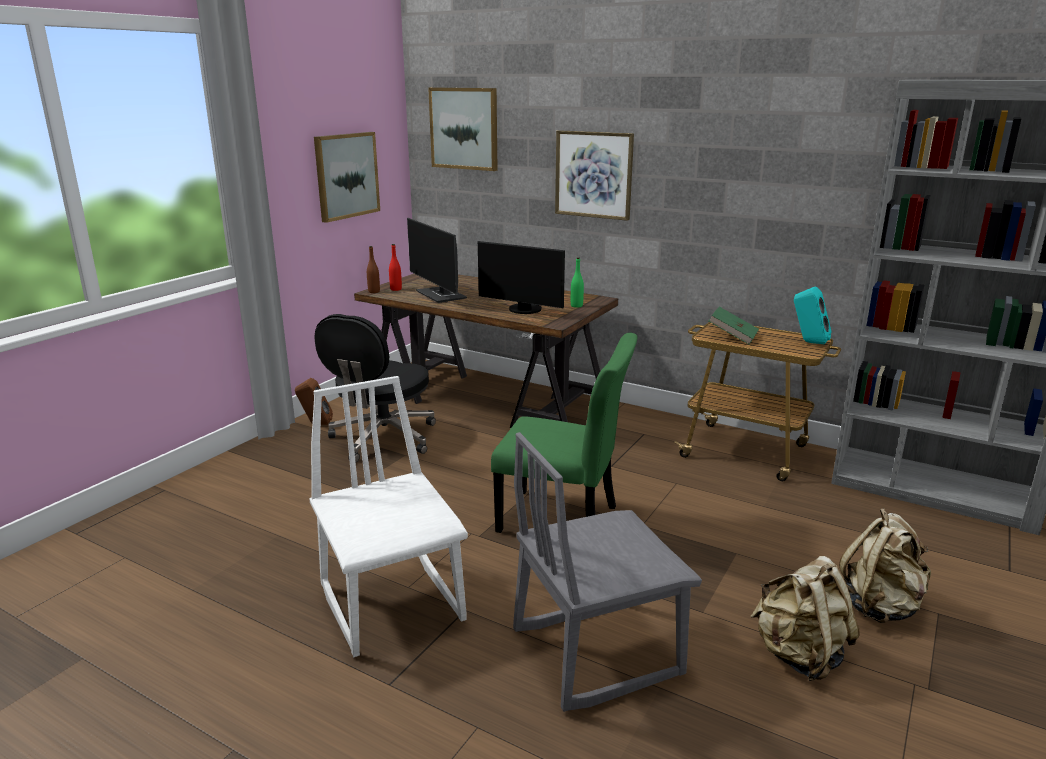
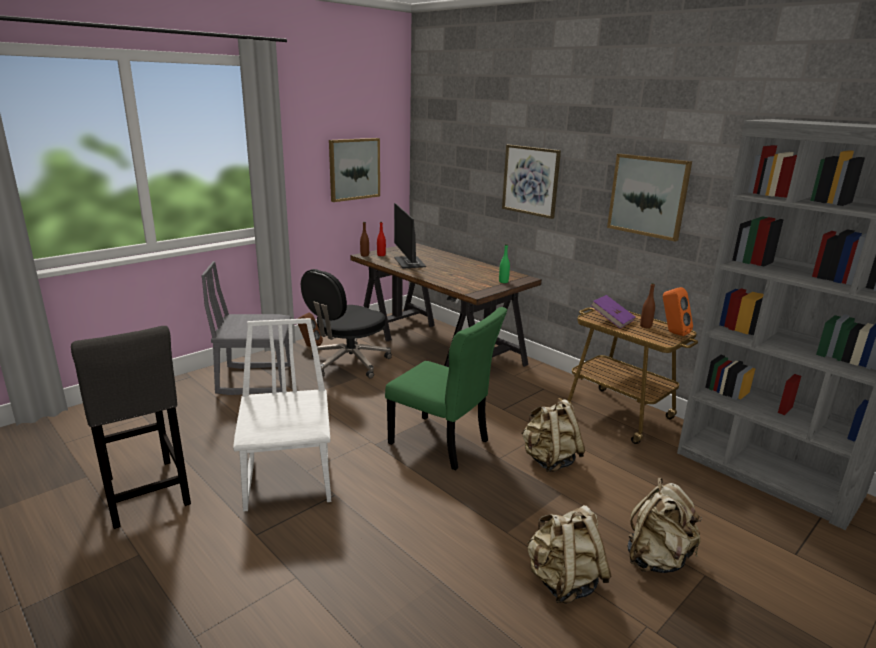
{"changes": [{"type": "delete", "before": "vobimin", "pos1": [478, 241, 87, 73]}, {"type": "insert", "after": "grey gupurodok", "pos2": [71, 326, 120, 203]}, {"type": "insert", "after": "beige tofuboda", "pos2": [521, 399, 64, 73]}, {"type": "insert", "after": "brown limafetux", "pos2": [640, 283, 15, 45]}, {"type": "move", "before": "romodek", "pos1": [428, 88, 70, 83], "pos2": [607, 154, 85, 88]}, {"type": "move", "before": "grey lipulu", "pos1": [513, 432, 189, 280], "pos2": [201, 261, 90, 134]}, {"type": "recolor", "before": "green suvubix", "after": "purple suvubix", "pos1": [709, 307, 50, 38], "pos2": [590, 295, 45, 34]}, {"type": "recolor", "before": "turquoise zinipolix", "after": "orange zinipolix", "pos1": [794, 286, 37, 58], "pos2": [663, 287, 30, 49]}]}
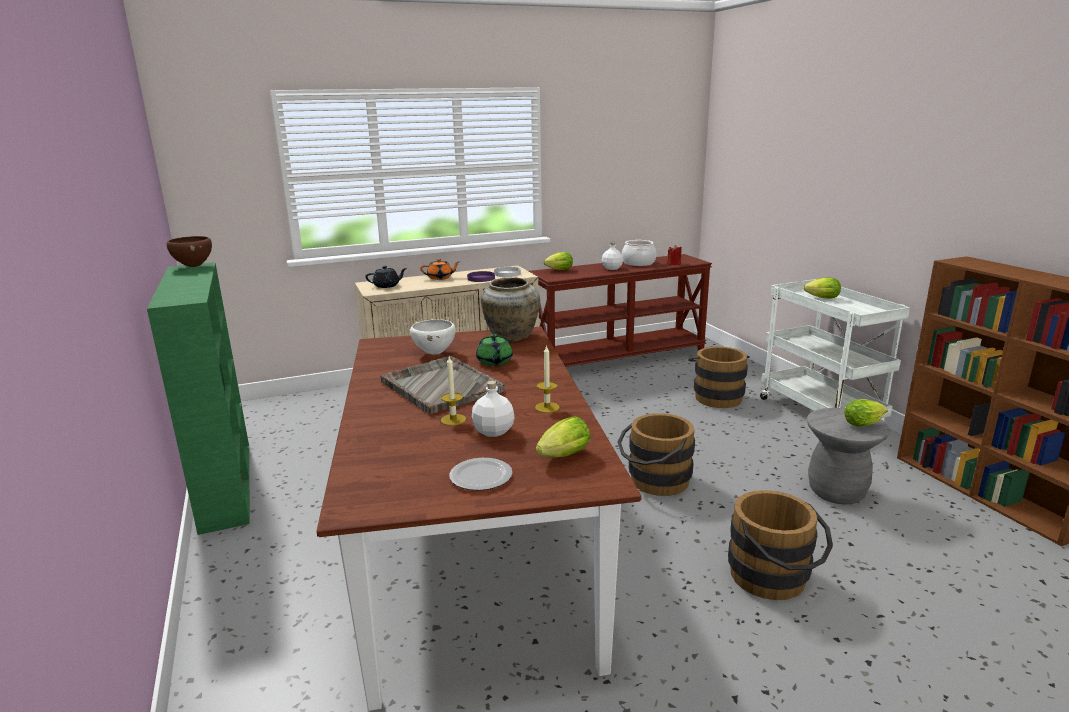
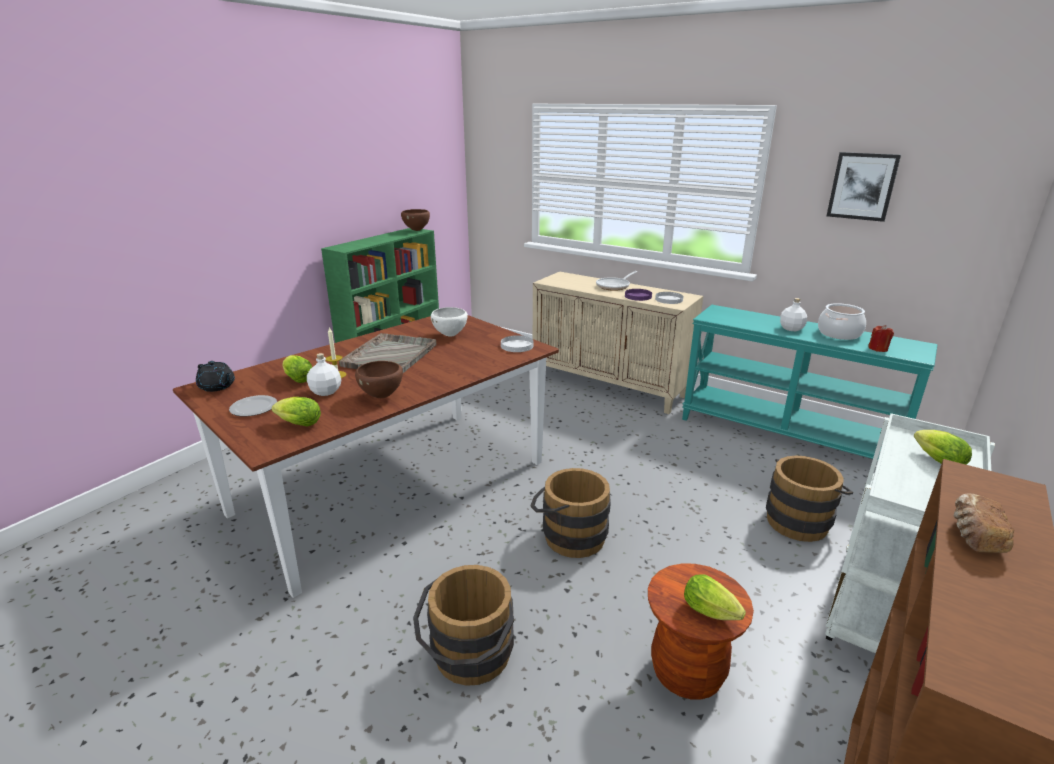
{"changes": [{"type": "delete", "before": "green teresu", "pos1": [476, 334, 37, 32]}, {"type": "insert", "after": "romodek", "pos2": [827, 152, 74, 70]}, {"type": "insert", "after": "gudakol", "pos2": [954, 494, 60, 59]}, {"type": "move", "before": "black teresu", "pos1": [366, 266, 41, 22], "pos2": [196, 361, 39, 31]}, {"type": "move", "before": "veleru", "pos1": [544, 252, 29, 18], "pos2": [282, 355, 30, 28]}, {"type": "replace", "before": "orange teresu", "after": "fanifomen", "pos1": [420, 259, 39, 21], "pos2": [596, 271, 41, 20]}, {"type": "replace", "before": "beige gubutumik", "after": "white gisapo", "pos1": [481, 277, 59, 65], "pos2": [501, 335, 33, 17]}, {"type": "replace", "before": "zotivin", "after": "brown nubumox", "pos1": [535, 345, 25, 68], "pos2": [355, 361, 48, 37]}, {"type": "recolor", "before": "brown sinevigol", "after": "turquoise sinevigol", "pos1": [529, 254, 183, 113], "pos2": [682, 305, 256, 155]}, {"type": "recolor", "before": "grey gupurodok", "after": "brown gupurodok", "pos1": [807, 408, 83, 96], "pos2": [648, 563, 106, 137]}]}
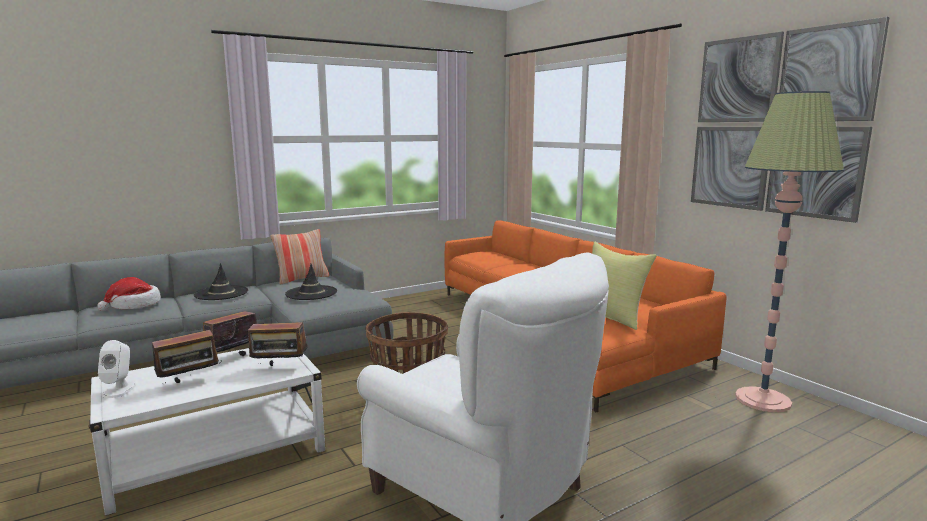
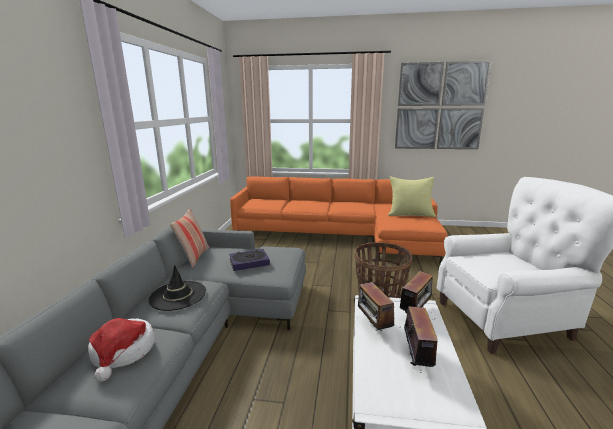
{"changes": [{"type": "delete", "before": "white zinipolix", "pos1": [98, 340, 38, 58]}, {"type": "delete", "before": "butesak", "pos1": [735, 91, 109, 321]}, {"type": "replace", "before": "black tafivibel", "after": "suvubix", "pos1": [285, 264, 52, 36], "pos2": [229, 249, 41, 22]}]}
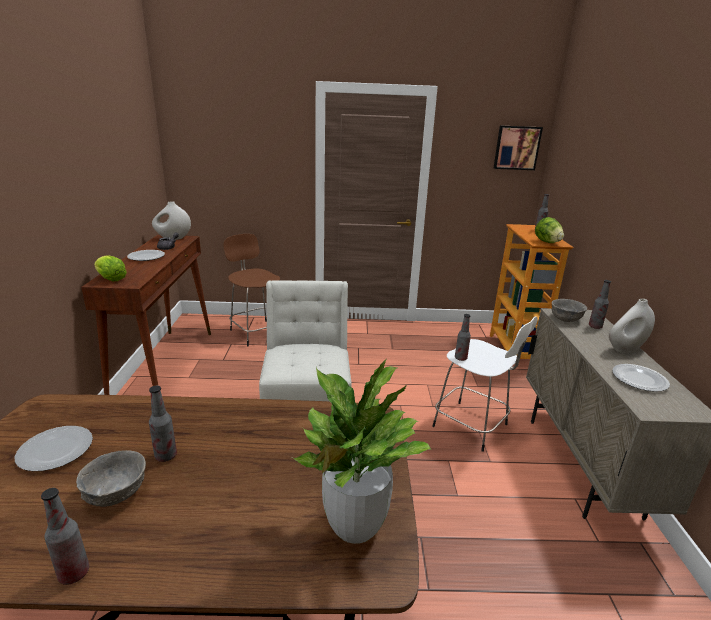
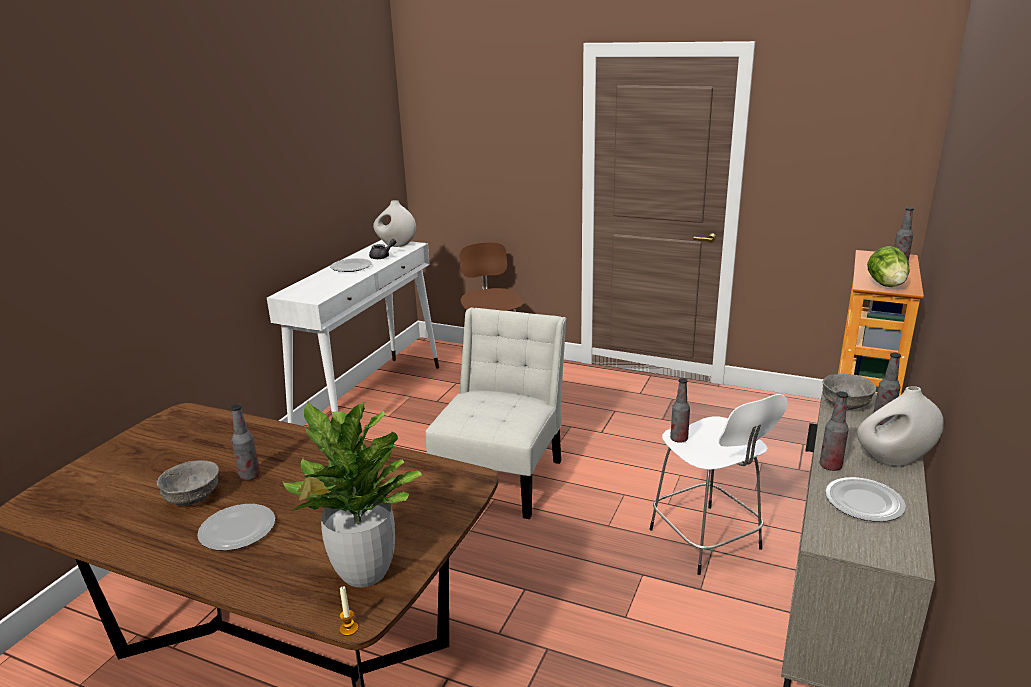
{"changes": [{"type": "delete", "before": "veleru", "pos1": [94, 255, 33, 26]}, {"type": "delete", "before": "romodek", "pos1": [494, 126, 49, 44]}, {"type": "insert", "after": "zotivin", "pos2": [339, 586, 19, 50]}, {"type": "move", "before": "gisapo", "pos1": [15, 426, 78, 45], "pos2": [197, 504, 78, 47]}, {"type": "move", "before": "limafetux", "pos1": [41, 488, 48, 97], "pos2": [820, 391, 29, 80]}, {"type": "recolor", "before": "brown sinevigol", "after": "white sinevigol", "pos1": [81, 235, 130, 160], "pos2": [267, 240, 172, 184]}]}
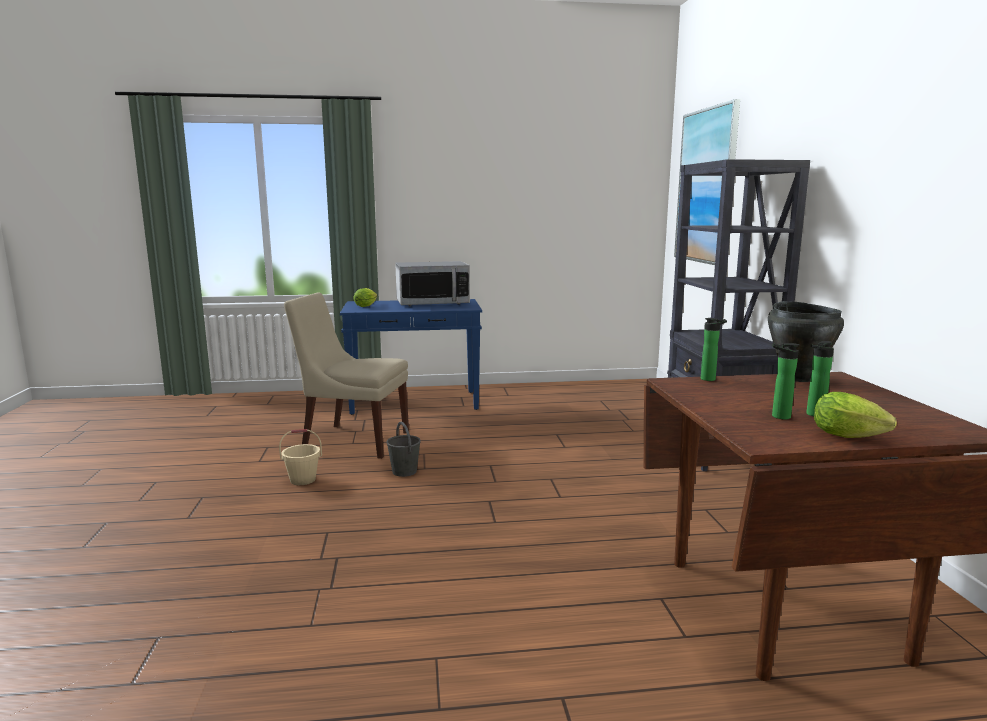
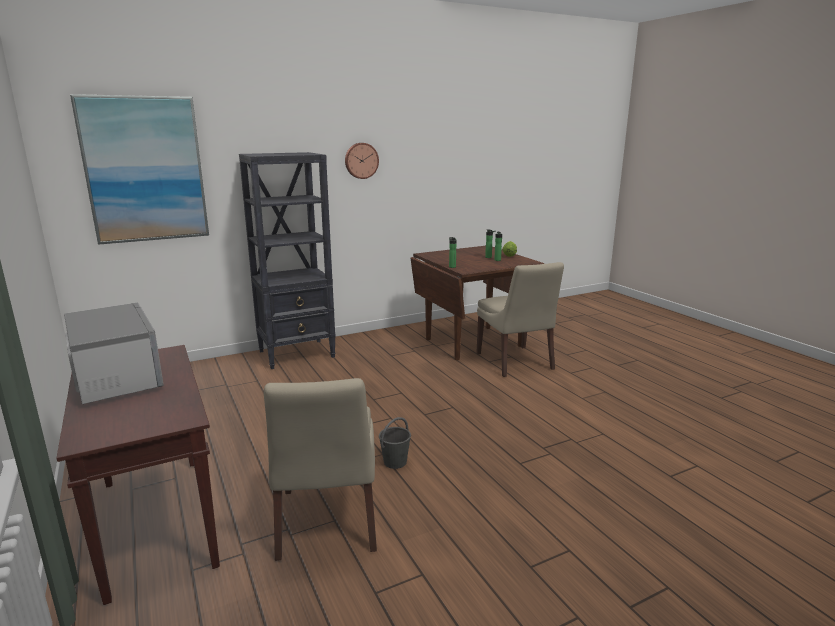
{"changes": [{"type": "delete", "before": "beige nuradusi", "pos1": [279, 429, 43, 56]}, {"type": "delete", "before": "veleru", "pos1": [353, 288, 24, 19]}, {"type": "delete", "before": "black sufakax", "pos1": [768, 301, 76, 81]}, {"type": "insert", "after": "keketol", "pos2": [345, 143, 34, 36]}, {"type": "insert", "after": "beige lipulu", "pos2": [476, 262, 88, 115]}, {"type": "recolor", "before": "blue sinevigol", "after": "brown sinevigol", "pos1": [340, 299, 142, 116], "pos2": [57, 345, 163, 260]}]}
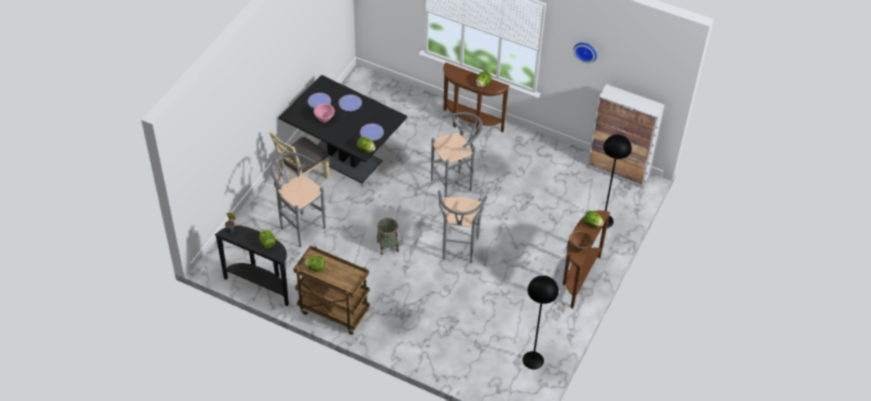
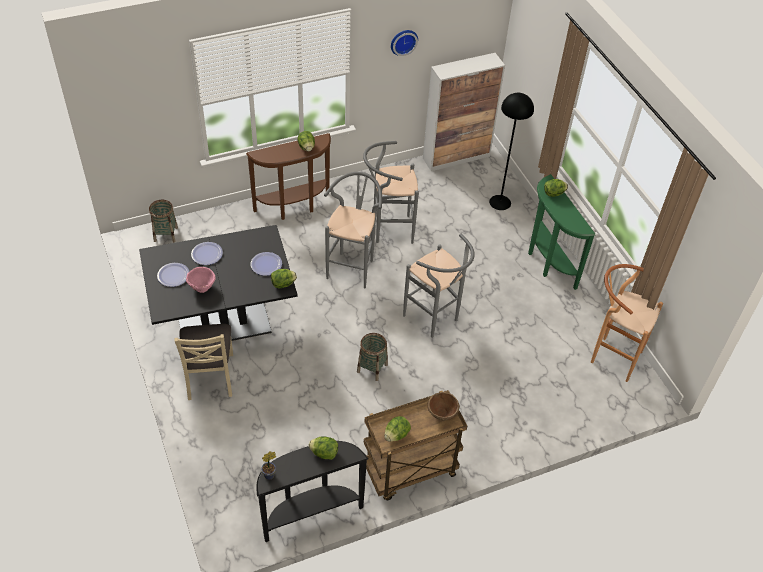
{"changes": [{"type": "insert", "after": "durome", "pos2": [149, 200, 29, 42]}, {"type": "move", "before": "grey gupurodok", "pos1": [270, 152, 55, 95], "pos2": [363, 141, 56, 103]}, {"type": "move", "before": "brown nubumox", "pos1": [569, 231, 23, 20], "pos2": [427, 392, 33, 29]}, {"type": "replace", "before": "black butesak", "after": "brown gupurodok", "pos1": [522, 275, 37, 94], "pos2": [591, 264, 72, 118]}, {"type": "recolor", "before": "brown sinevigol", "after": "green sinevigol", "pos1": [563, 210, 47, 98], "pos2": [528, 174, 68, 116]}]}
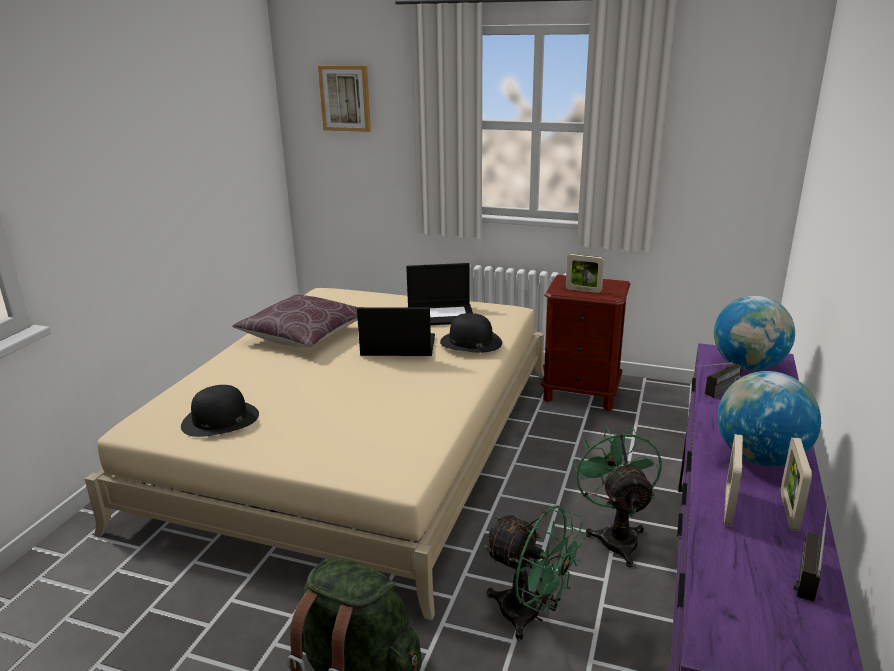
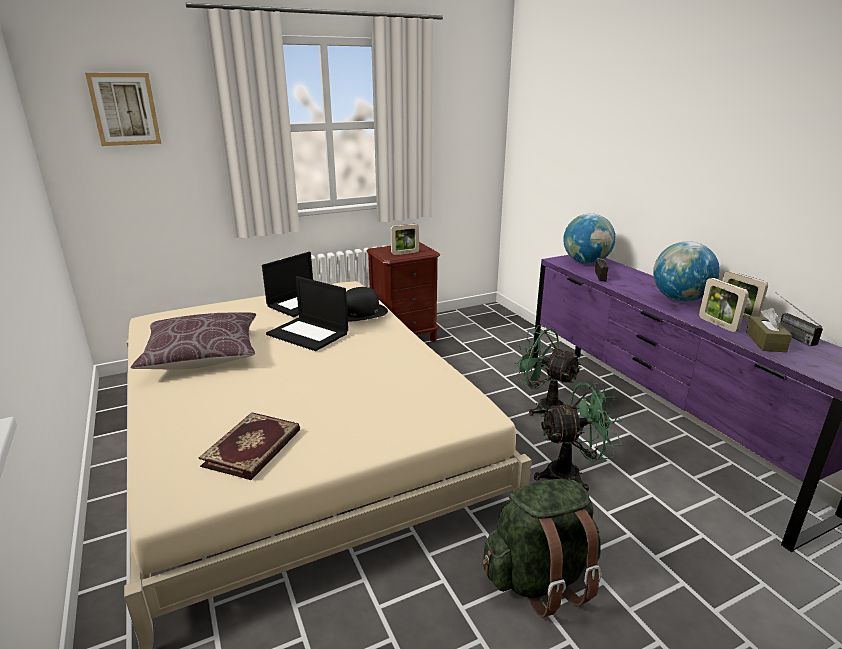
{"changes": [{"type": "insert", "after": "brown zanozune", "pos2": [746, 308, 46, 44]}, {"type": "replace", "before": "black tafivibel", "after": "suvubix", "pos1": [181, 385, 78, 52], "pos2": [199, 412, 101, 68]}, {"type": "rotate", "before": "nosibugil", "pos1": [357, 307, 78, 49], "pos2": [266, 276, 82, 75], "turn": -105}]}
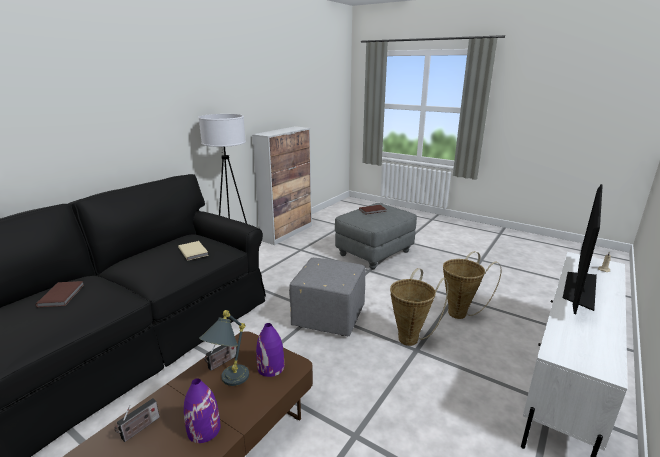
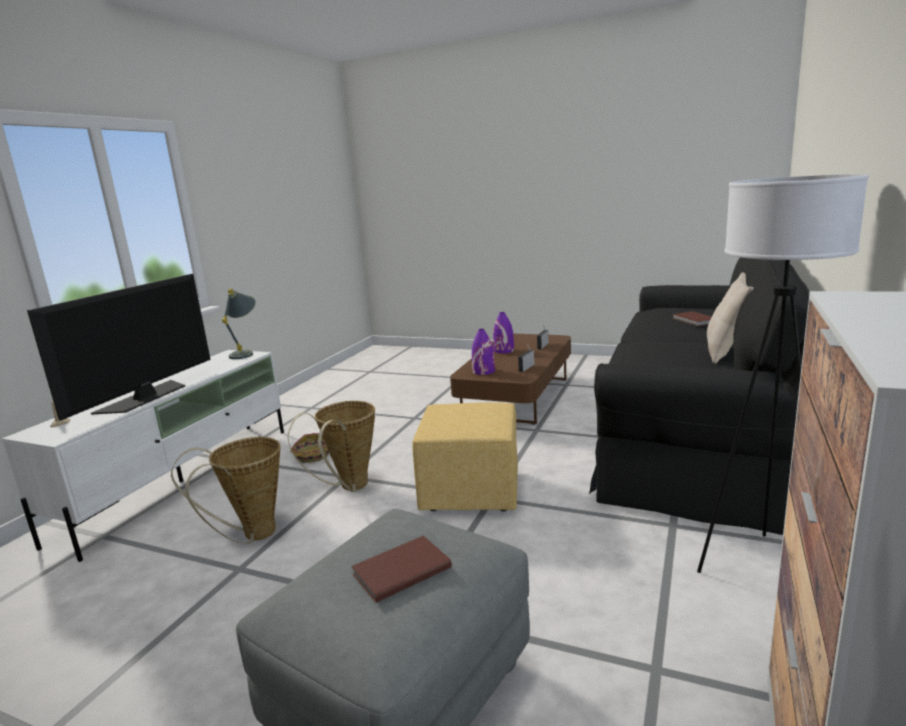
{"changes": [{"type": "delete", "before": "beige suvubix", "pos1": [178, 241, 31, 19]}, {"type": "insert", "after": "durome", "pos2": [290, 433, 39, 30]}, {"type": "insert", "after": "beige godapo", "pos2": [707, 272, 47, 92]}, {"type": "move", "before": "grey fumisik", "pos1": [199, 310, 50, 76], "pos2": [222, 289, 33, 70]}, {"type": "recolor", "before": "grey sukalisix", "after": "yellow sukalisix", "pos1": [289, 258, 76, 78], "pos2": [412, 402, 106, 109]}]}
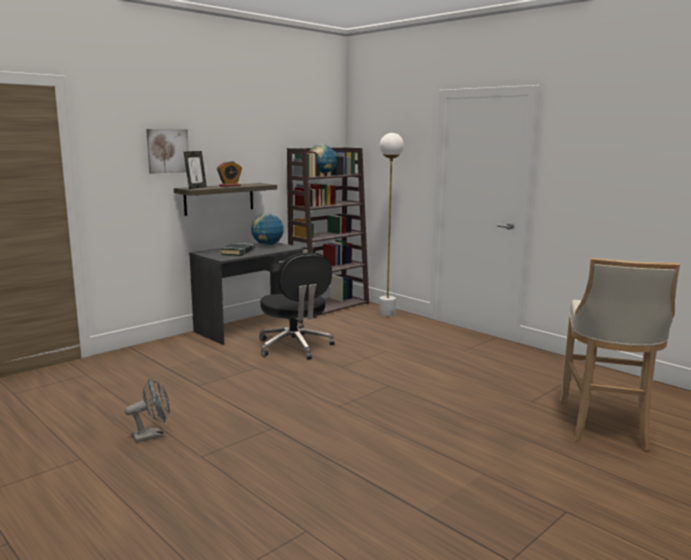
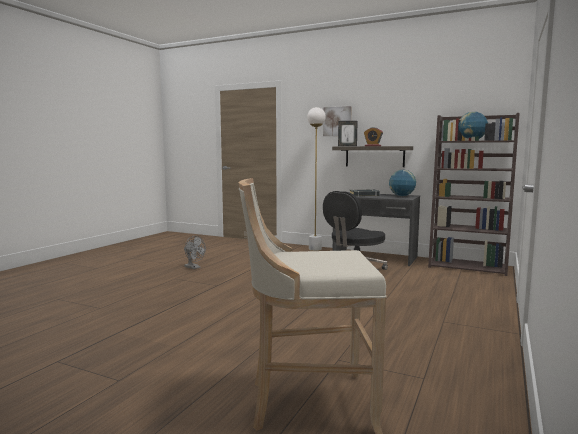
{"changes": [{"type": "move", "before": "white butesak", "pos1": [379, 133, 25, 184], "pos2": [307, 107, 19, 144]}]}
